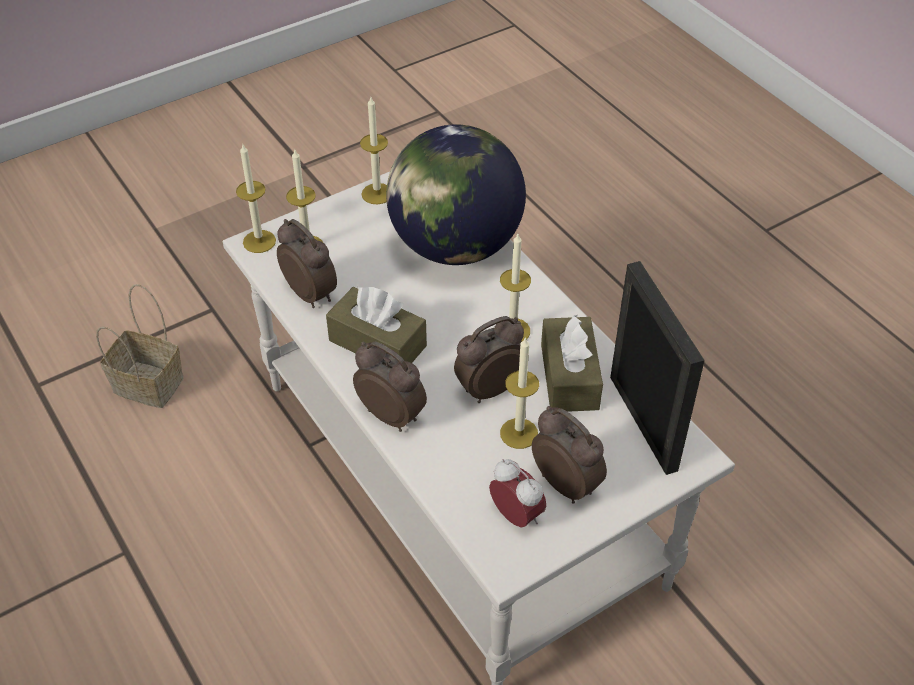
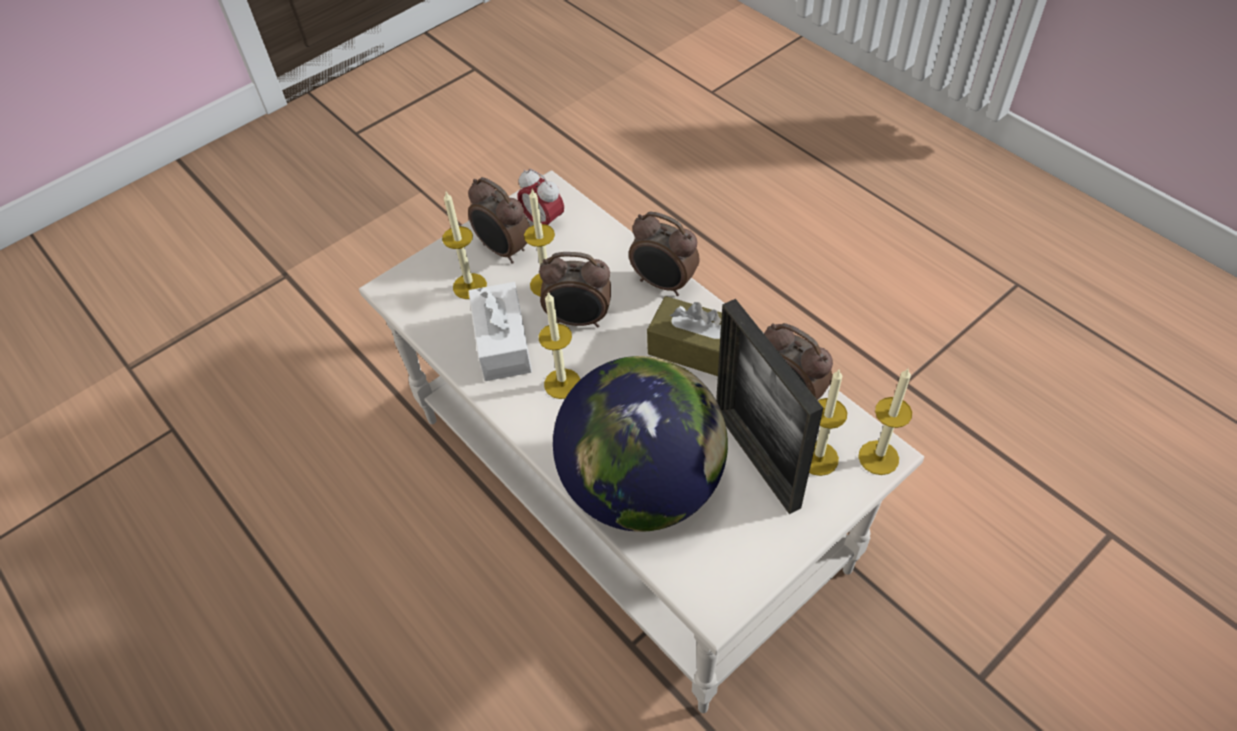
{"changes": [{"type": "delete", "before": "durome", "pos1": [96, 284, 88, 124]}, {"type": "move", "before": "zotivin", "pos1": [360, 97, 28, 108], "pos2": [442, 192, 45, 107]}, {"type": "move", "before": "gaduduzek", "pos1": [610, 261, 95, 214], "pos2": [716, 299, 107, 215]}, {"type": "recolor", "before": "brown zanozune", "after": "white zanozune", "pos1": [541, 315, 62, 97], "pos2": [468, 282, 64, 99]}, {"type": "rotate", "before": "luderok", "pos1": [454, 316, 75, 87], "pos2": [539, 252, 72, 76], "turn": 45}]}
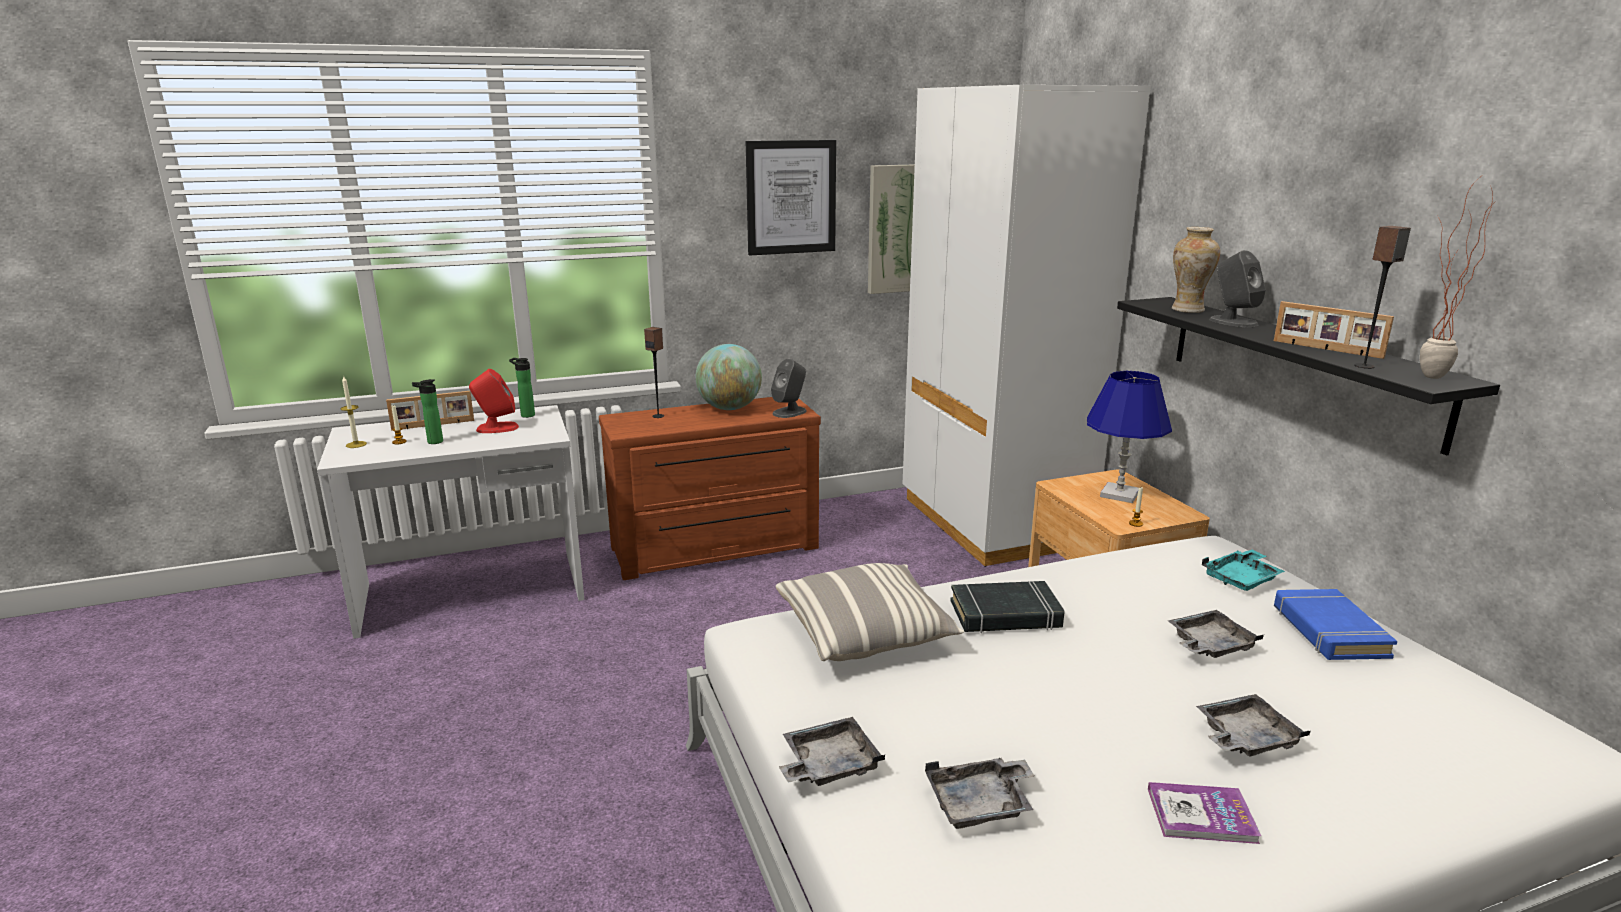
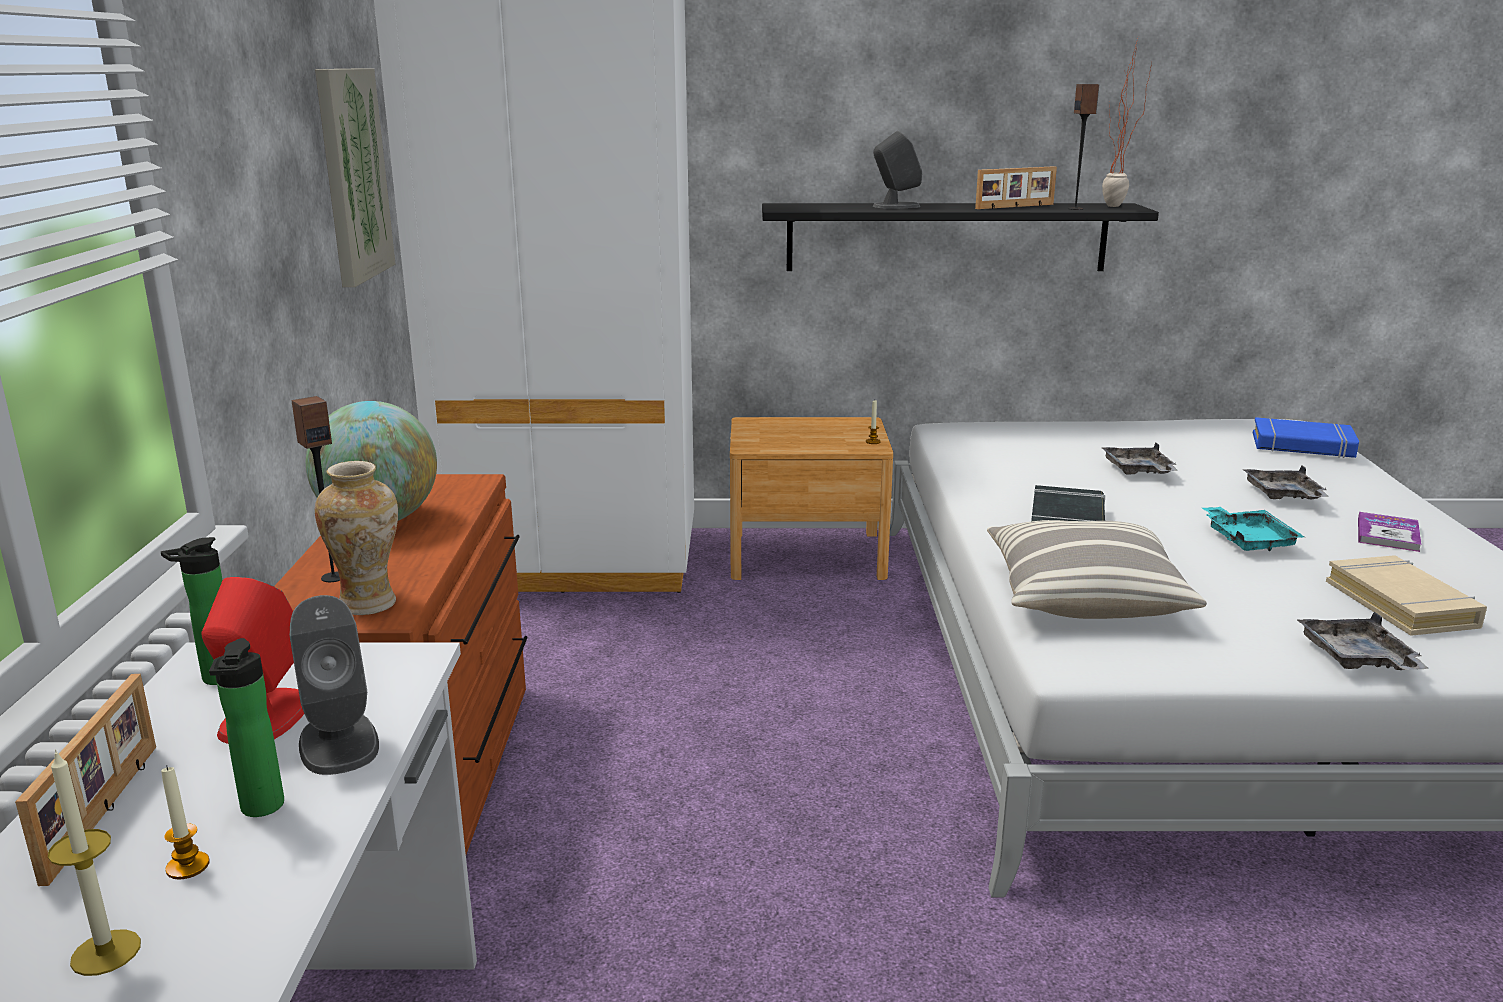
{"changes": [{"type": "delete", "before": "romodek", "pos1": [746, 140, 90, 116]}, {"type": "delete", "before": "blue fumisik", "pos1": [1087, 371, 85, 132]}, {"type": "move", "before": "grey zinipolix", "pos1": [771, 359, 36, 59], "pos2": [290, 595, 89, 180]}, {"type": "move", "before": "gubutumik", "pos1": [1172, 227, 48, 86], "pos2": [315, 461, 83, 154]}, {"type": "move", "before": "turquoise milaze", "pos1": [1202, 549, 83, 42], "pos2": [1202, 507, 102, 44]}, {"type": "move", "before": "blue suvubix", "pos1": [1274, 589, 123, 71], "pos2": [1253, 417, 106, 41]}, {"type": "replace", "before": "grey milaze", "after": "beige suvubix", "pos1": [925, 757, 110, 72], "pos2": [1326, 555, 161, 81]}]}
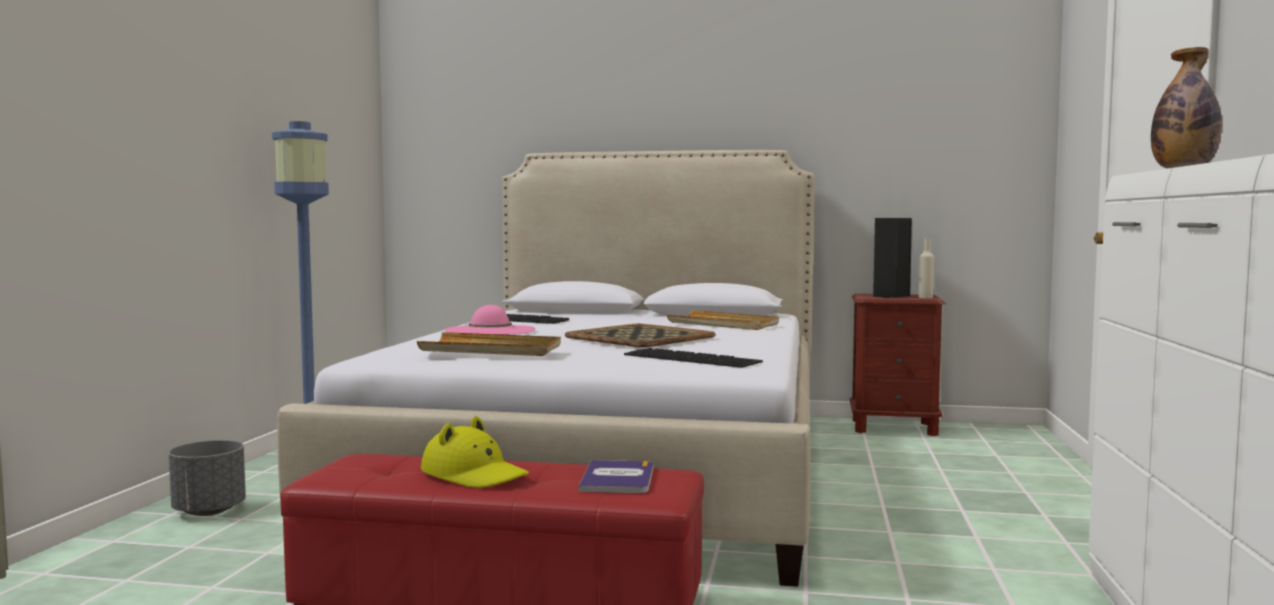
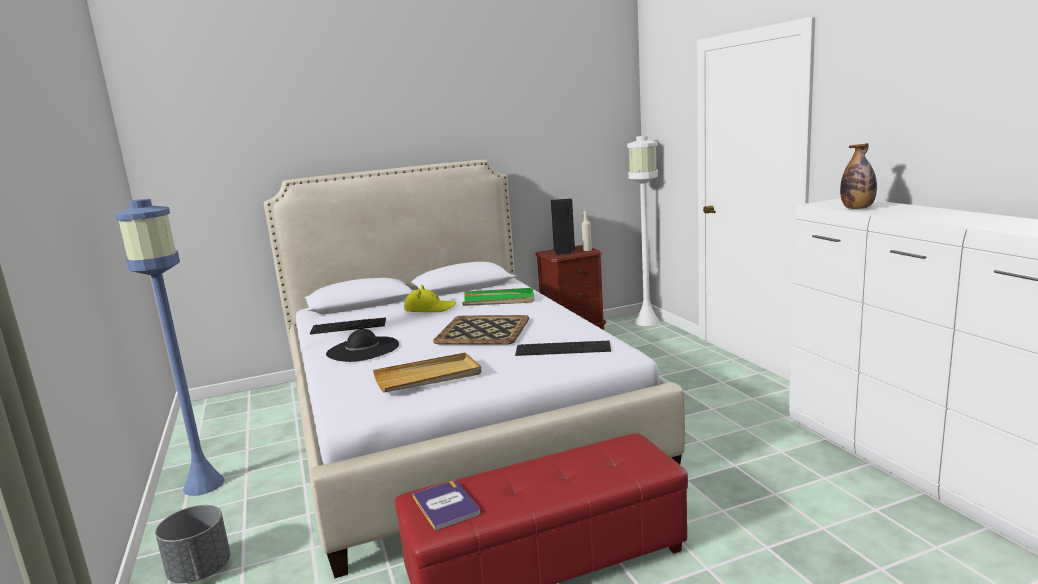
{"changes": [{"type": "insert", "after": "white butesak", "pos2": [627, 136, 32, 190]}, {"type": "move", "before": "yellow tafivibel", "pos1": [421, 416, 108, 72], "pos2": [404, 284, 52, 28]}, {"type": "move", "before": "suvubix", "pos1": [578, 460, 75, 33], "pos2": [413, 481, 67, 50]}, {"type": "recolor", "before": "pink tafivibel", "after": "black tafivibel", "pos1": [444, 305, 91, 30], "pos2": [326, 329, 73, 33]}, {"type": "recolor", "before": "beige milaze", "after": "green milaze", "pos1": [667, 310, 112, 20], "pos2": [462, 288, 72, 18]}]}
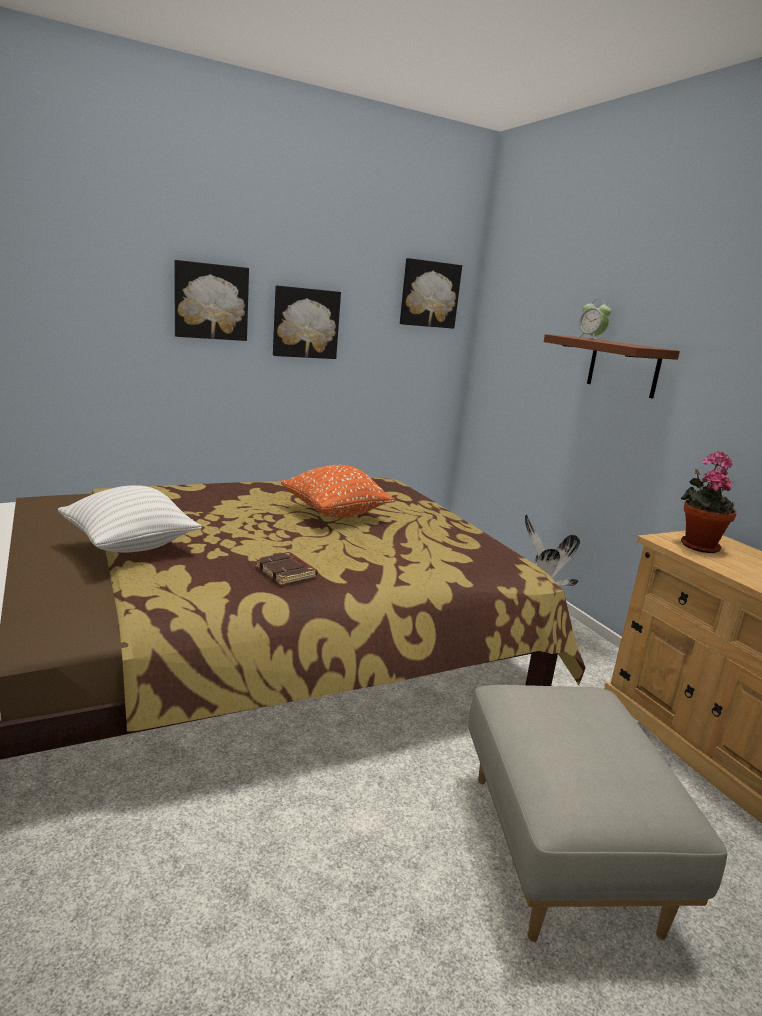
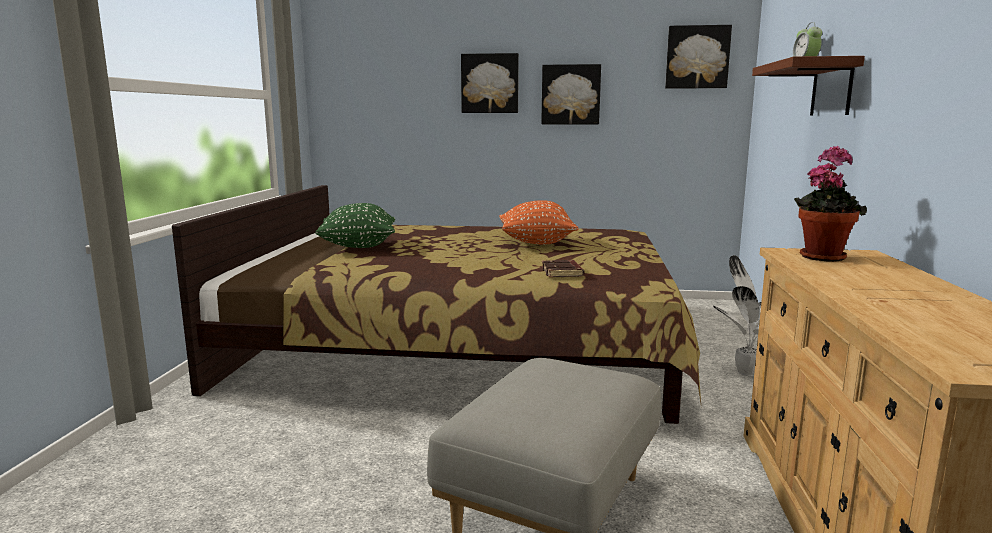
{"changes": [{"type": "move", "before": "brown suvubix", "pos1": [255, 552, 62, 33], "pos2": [542, 260, 43, 17]}, {"type": "recolor", "before": "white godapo", "after": "green godapo", "pos1": [58, 485, 144, 67], "pos2": [315, 203, 80, 45]}]}
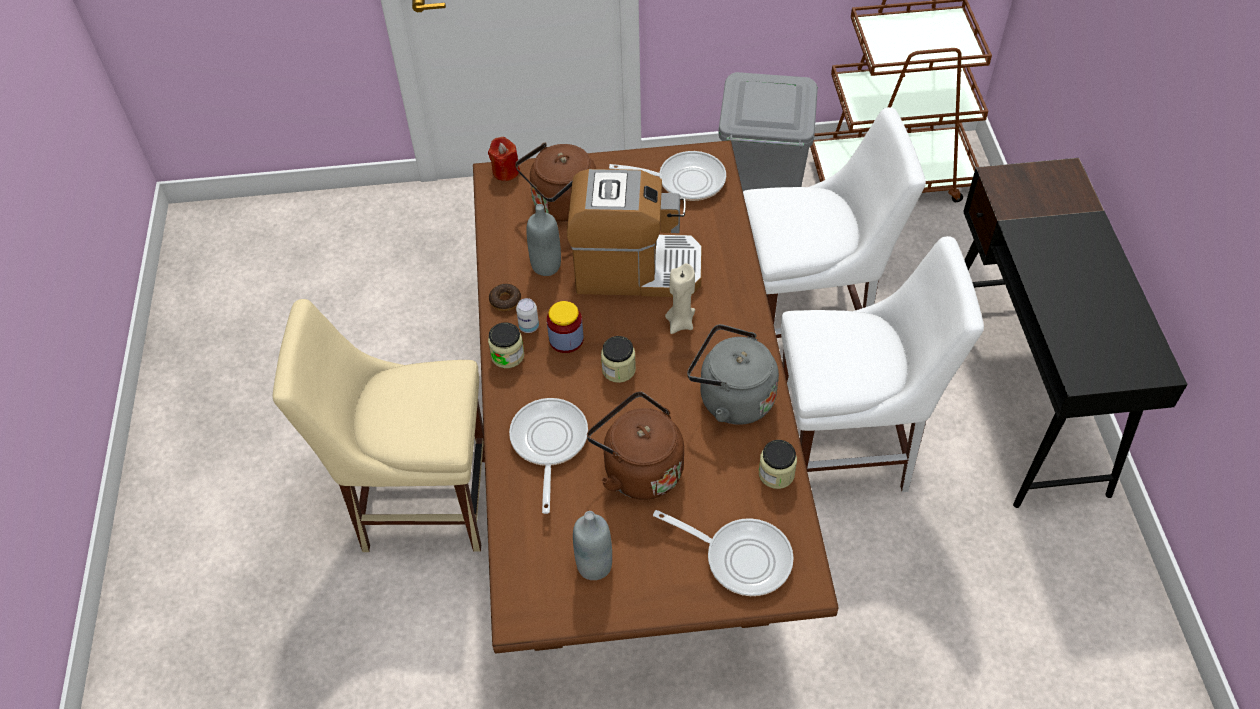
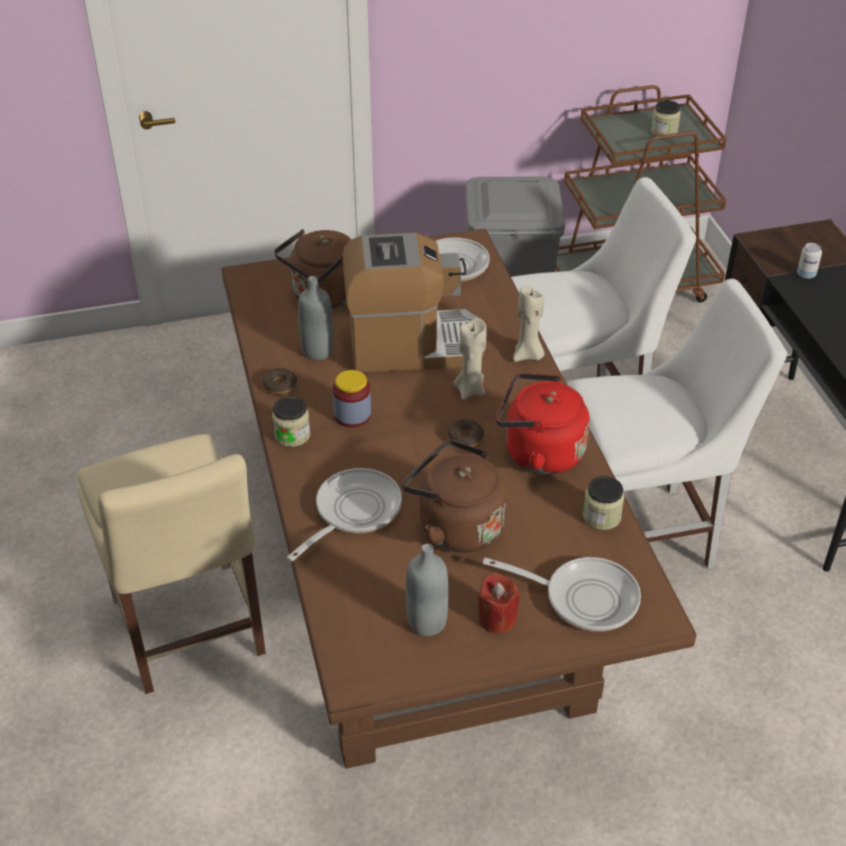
{"changes": [{"type": "insert", "after": "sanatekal", "pos2": [448, 419, 36, 28]}, {"type": "insert", "after": "beige zotivin", "pos2": [513, 285, 31, 77]}, {"type": "move", "before": "red zotivin", "pos1": [488, 137, 32, 44], "pos2": [478, 572, 41, 61]}, {"type": "move", "before": "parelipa", "pos1": [516, 298, 23, 35], "pos2": [797, 243, 25, 36]}, {"type": "move", "before": "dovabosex", "pos1": [601, 336, 35, 47], "pos2": [651, 100, 30, 36]}, {"type": "recolor", "before": "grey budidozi", "after": "red budidozi", "pos1": [687, 324, 92, 101], "pos2": [496, 373, 94, 101]}, {"type": "rotate", "before": "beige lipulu", "pos1": [273, 299, 212, 253], "pos2": [78, 434, 188, 260], "turn": -105}, {"type": "rotate", "before": "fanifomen", "pos1": [509, 398, 79, 116], "pos2": [287, 468, 115, 93], "turn": 45}]}
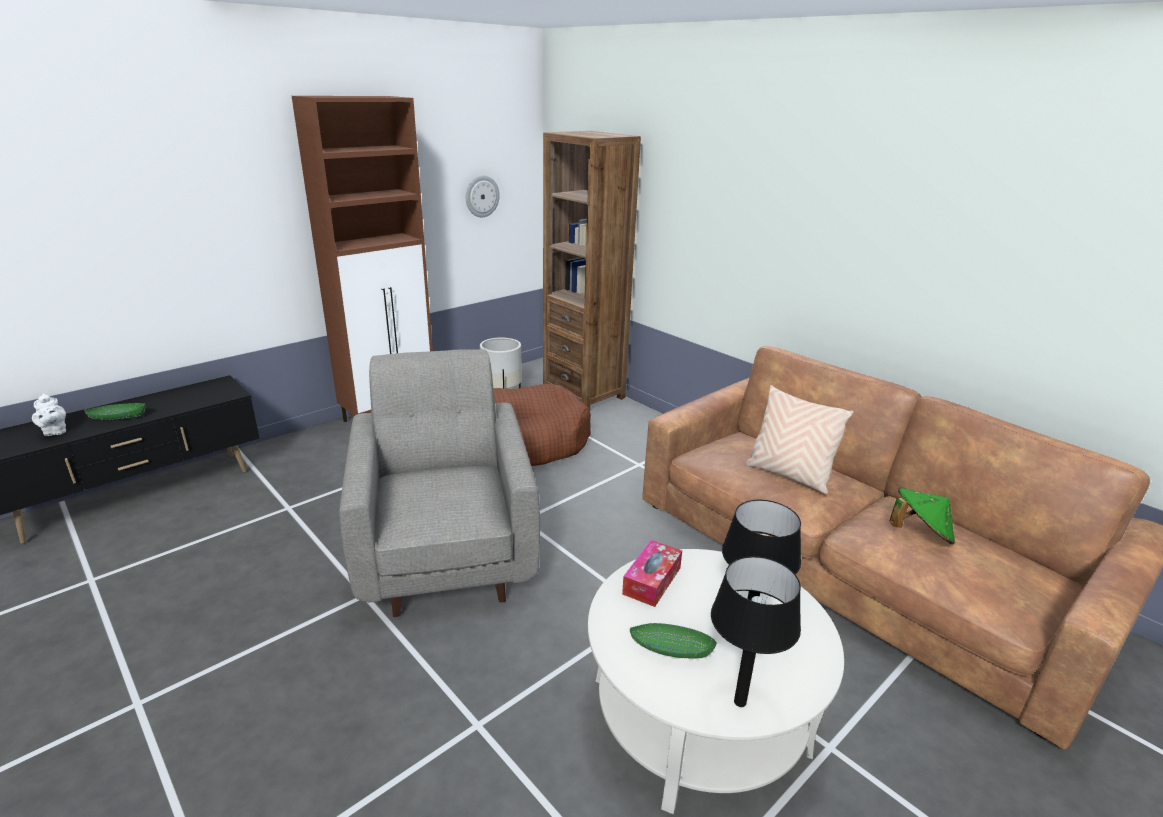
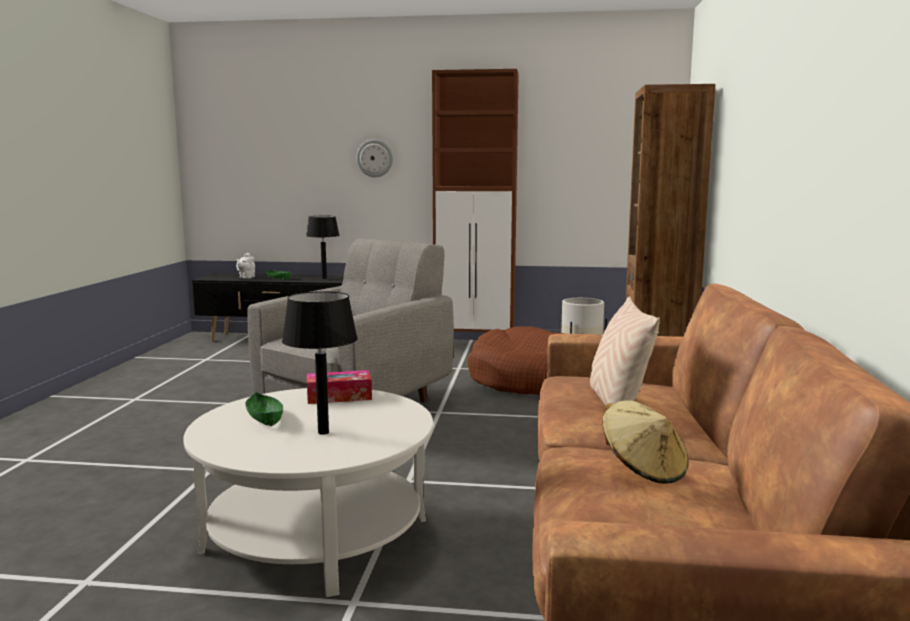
{"changes": [{"type": "move", "before": "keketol", "pos1": [466, 175, 34, 42], "pos2": [356, 139, 37, 38]}, {"type": "move", "before": "black fumisik", "pos1": [711, 556, 90, 151], "pos2": [306, 216, 33, 63]}, {"type": "recolor", "before": "green tafivibel", "after": "beige tafivibel", "pos1": [890, 488, 65, 56], "pos2": [602, 400, 86, 83]}]}
